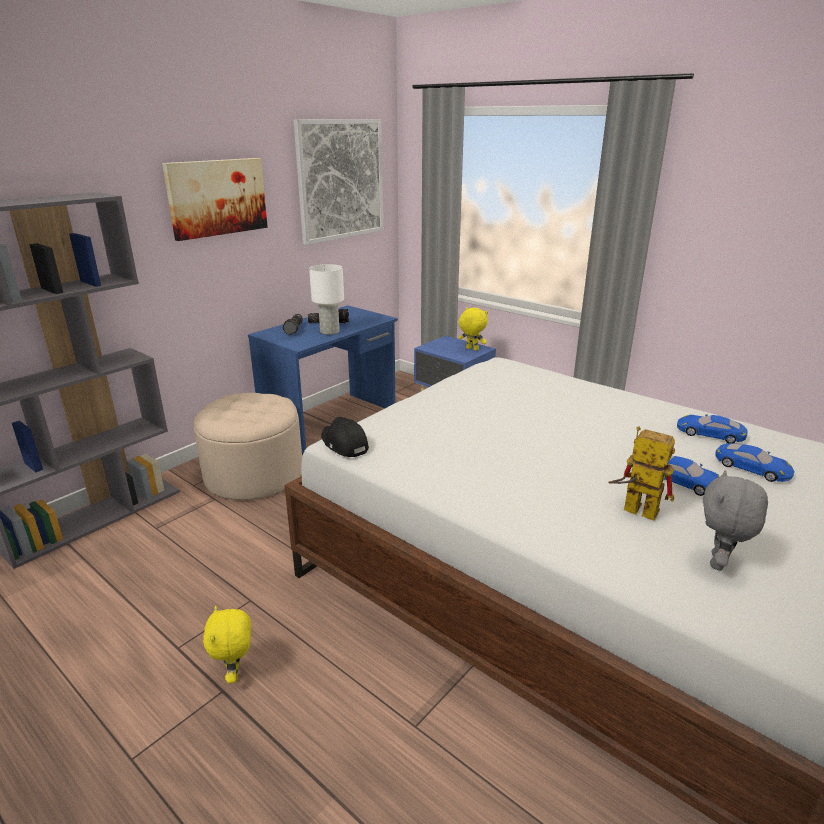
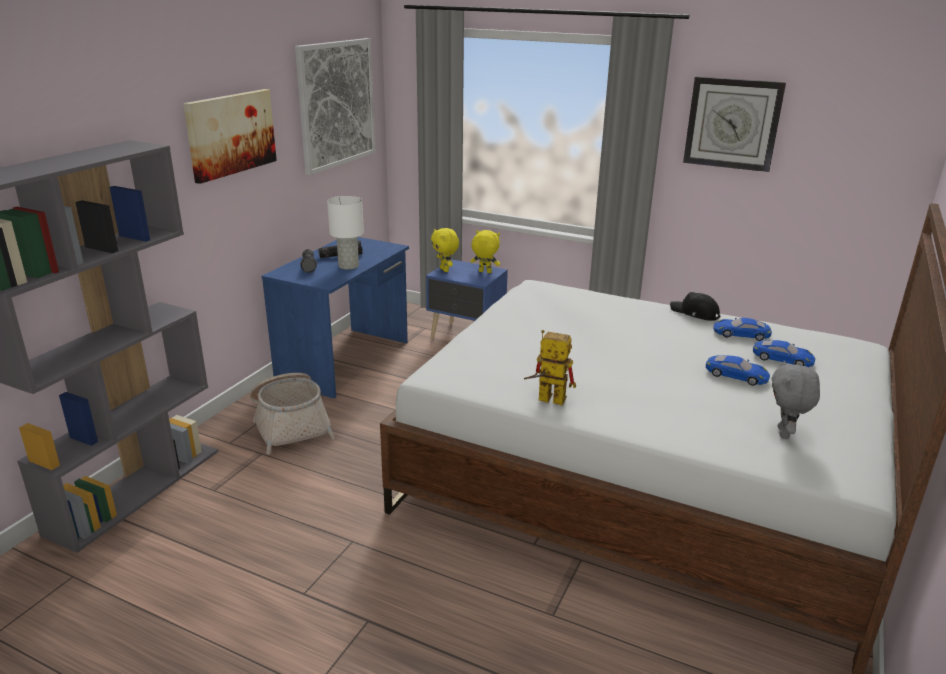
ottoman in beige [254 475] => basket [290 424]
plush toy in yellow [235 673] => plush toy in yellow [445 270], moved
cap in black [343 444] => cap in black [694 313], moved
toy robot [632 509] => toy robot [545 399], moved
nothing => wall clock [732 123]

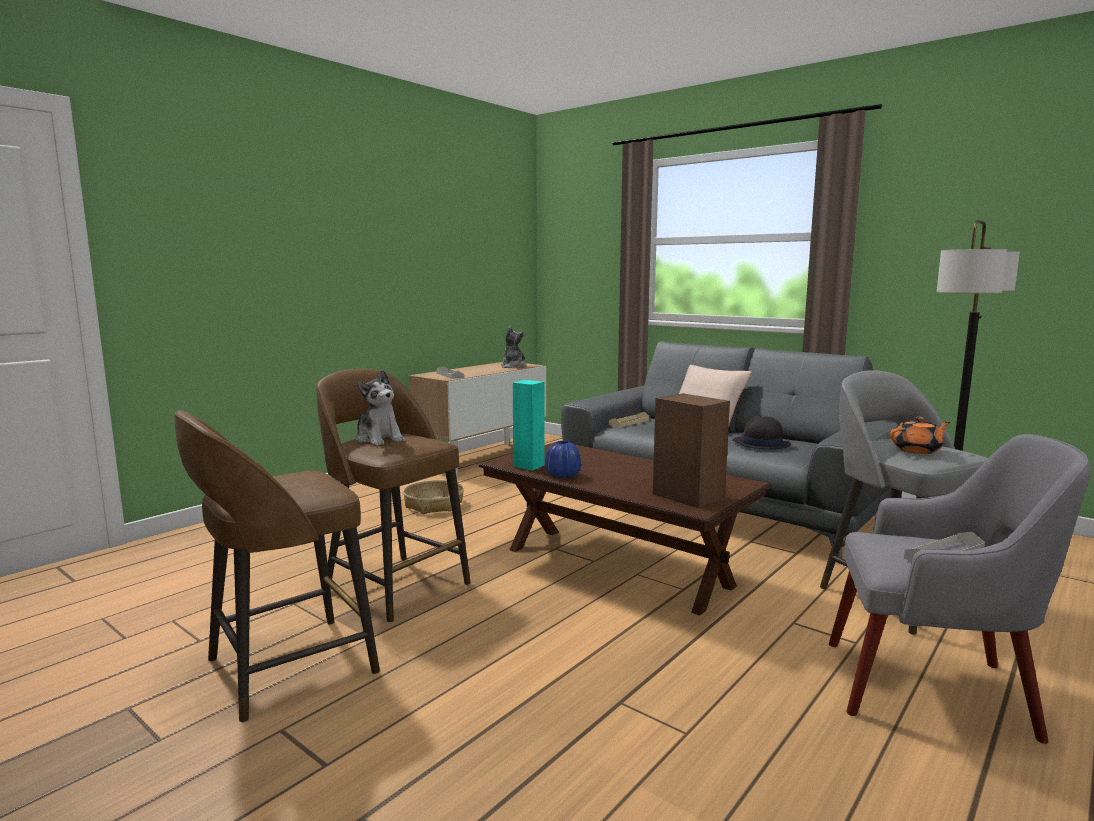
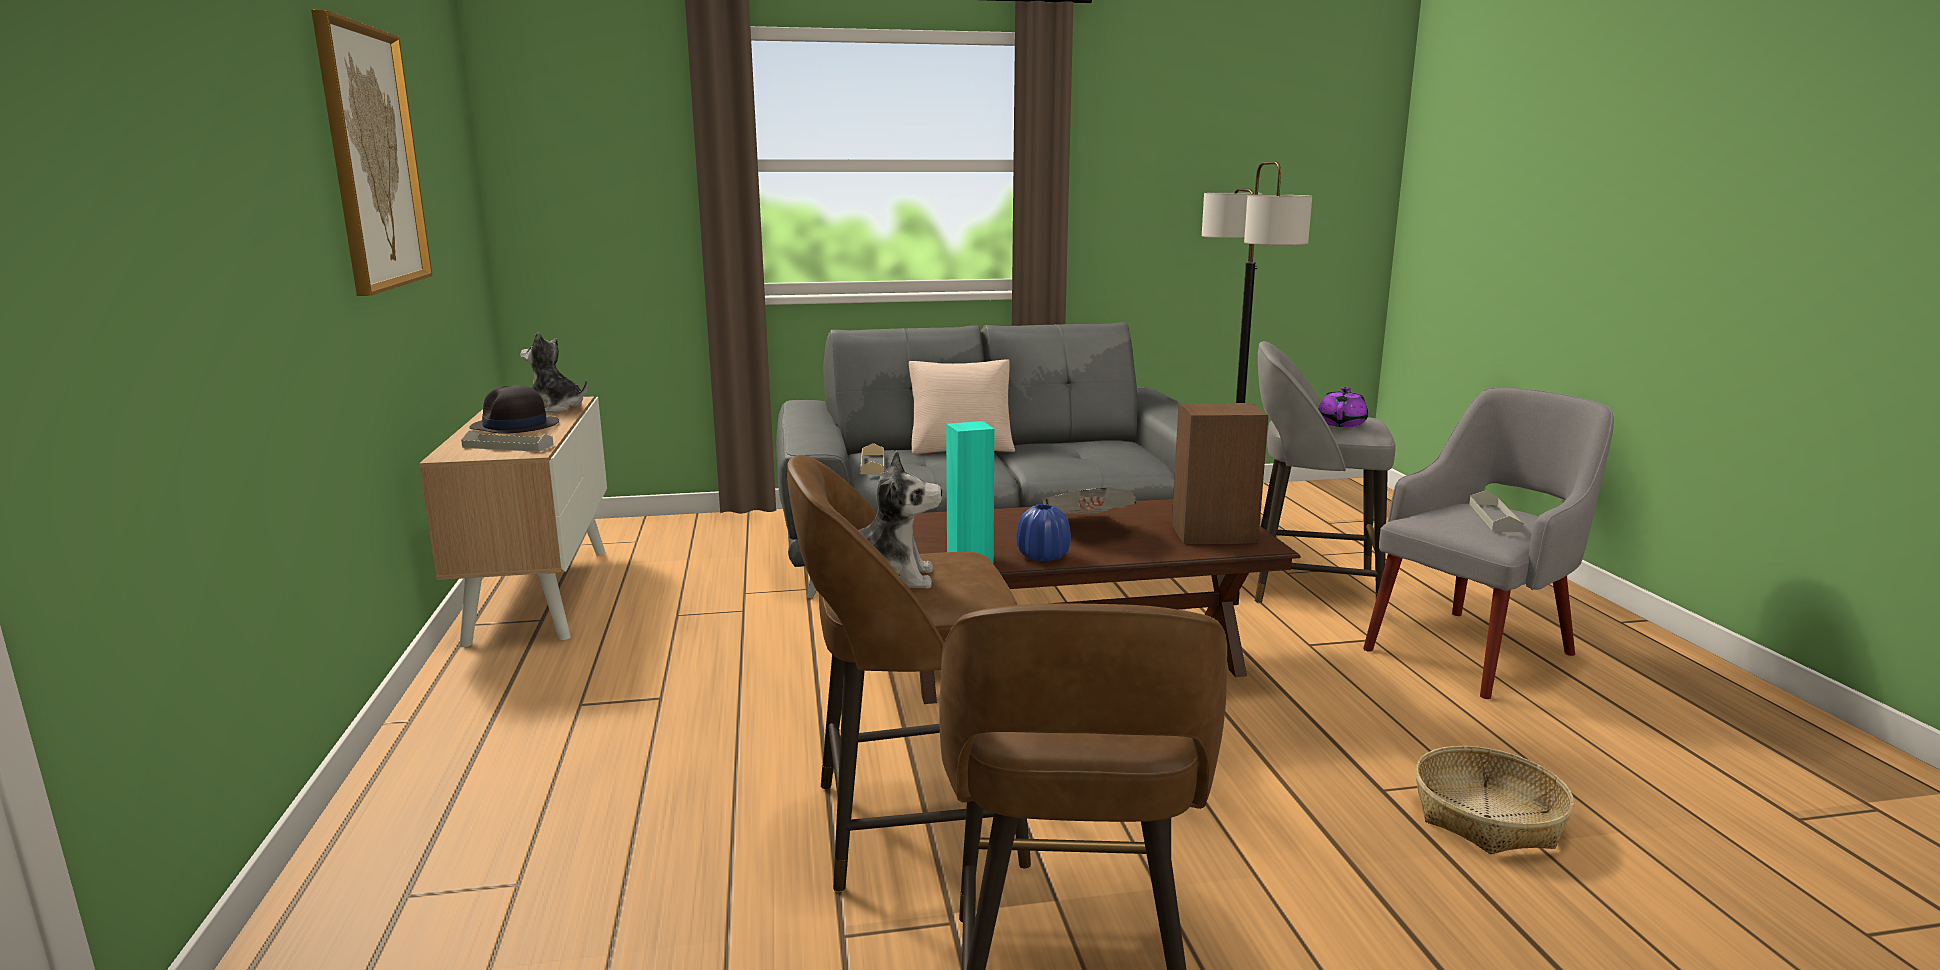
basket [434 505] => basket [1488 817], moved
hat in black [760 444] => hat in black [515 426], moved
teapot in orange [917 450] => teapot in purple [1342 423]
nothing => picture [372 158]
nothing => newspaper [1087 528]

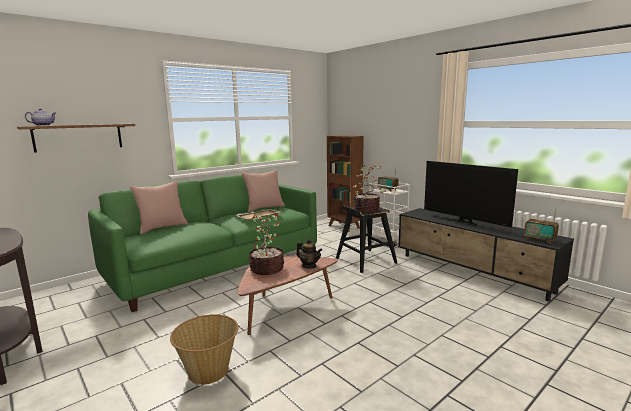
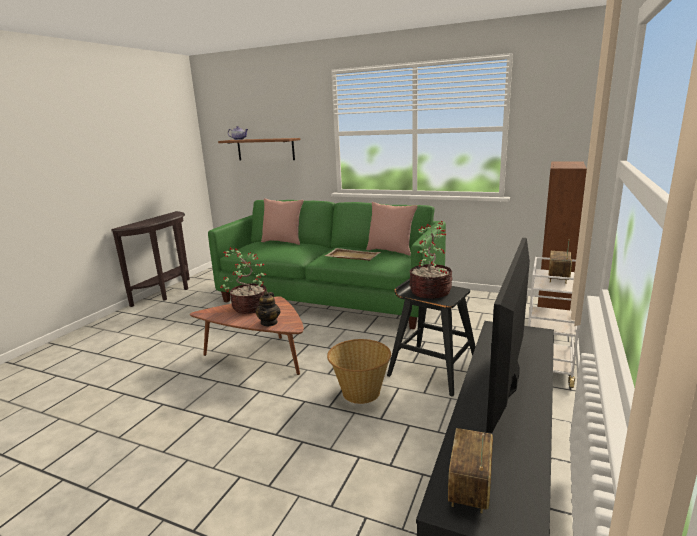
basket [208 371] => basket [360 393], moved

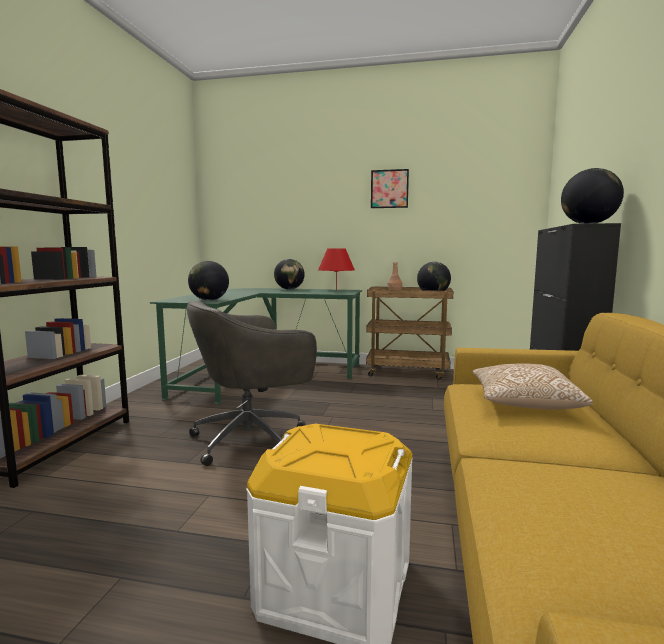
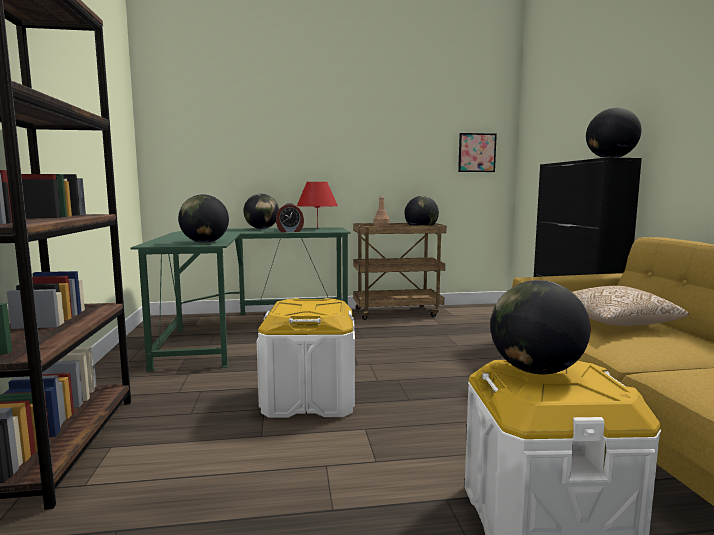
office chair in grey [252 439] => storage box in white [309 399]
picture [389 189] => picture [477 152], moved
nothing => alarm clock [290 231]
nothing => globe [536 371]

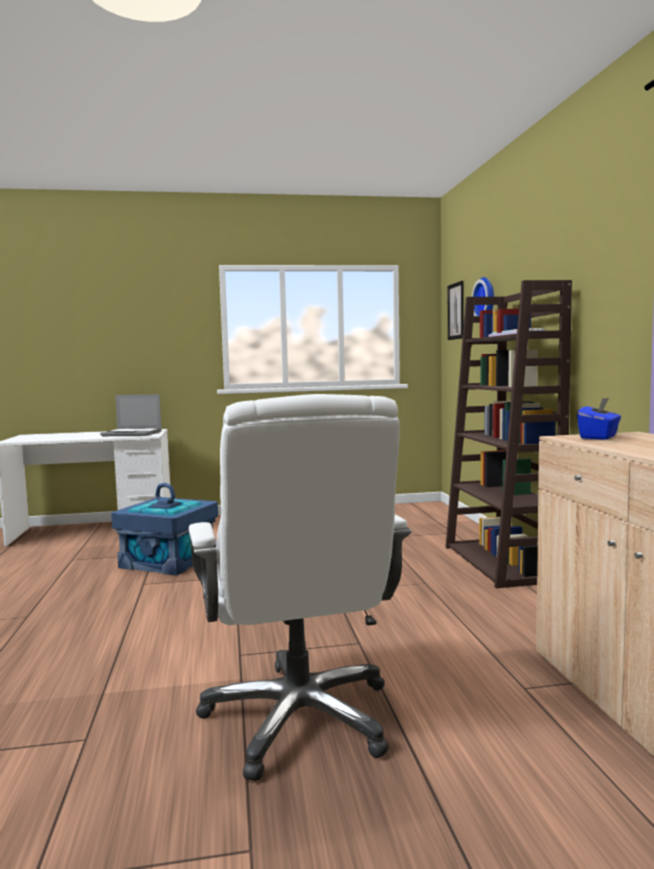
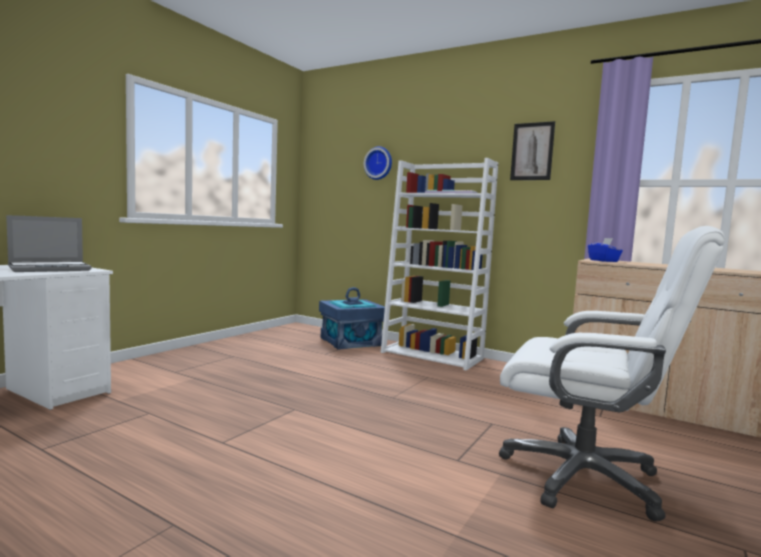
storage box in blue [169 560] => storage box in blue [350 341], moved
bookcase in brown [502 563] => bookcase in white [433 355]
picture [456 311] => picture [532 151], moved

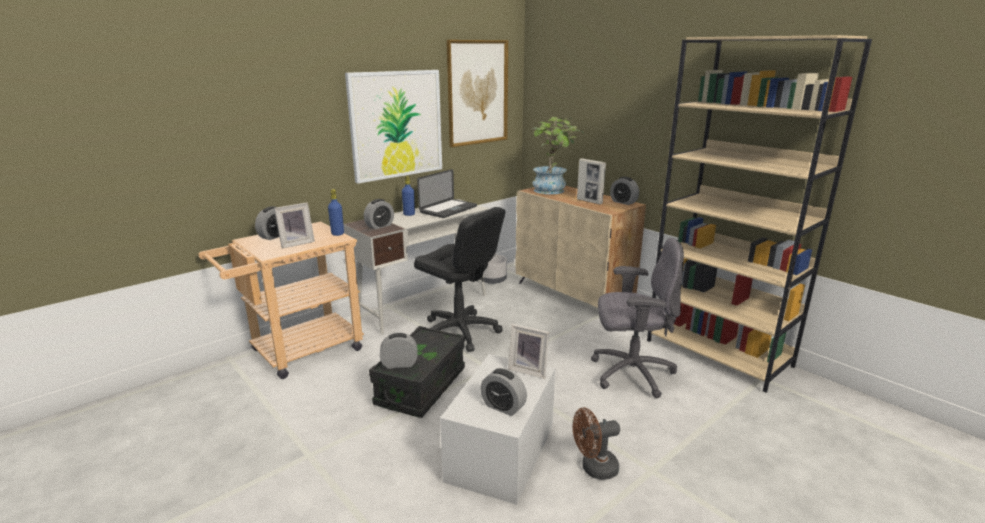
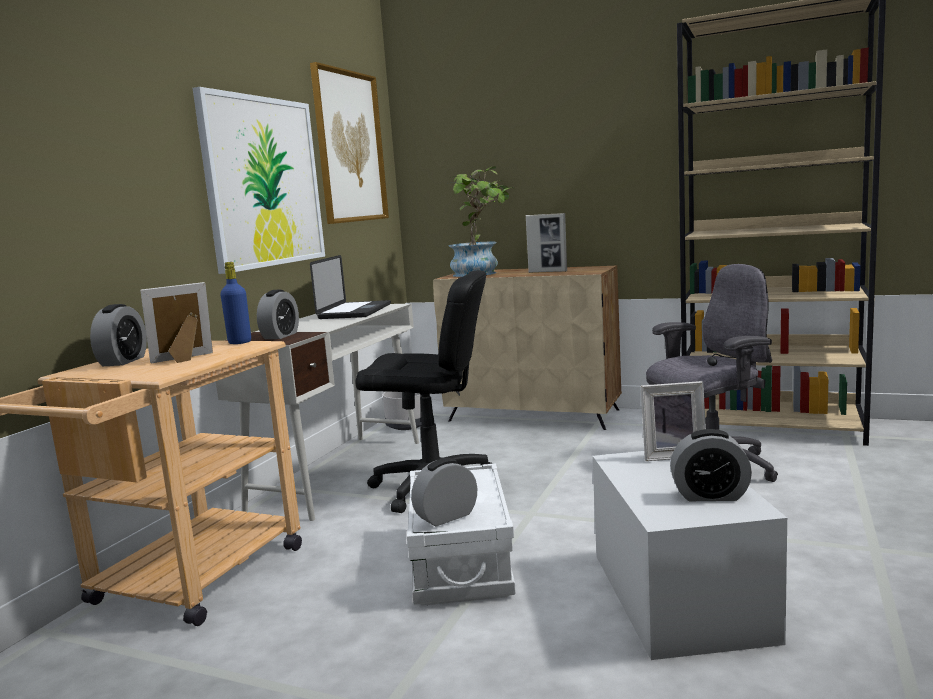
picture frame [296 243] => picture frame [184 359], 150 degrees counterclockwise
storage box in black [421 387] => storage box in white [461 561]
bottle in blue [409 214] => nothing
fan in brown [594 469] => nothing
alarm clock [623 202] => nothing

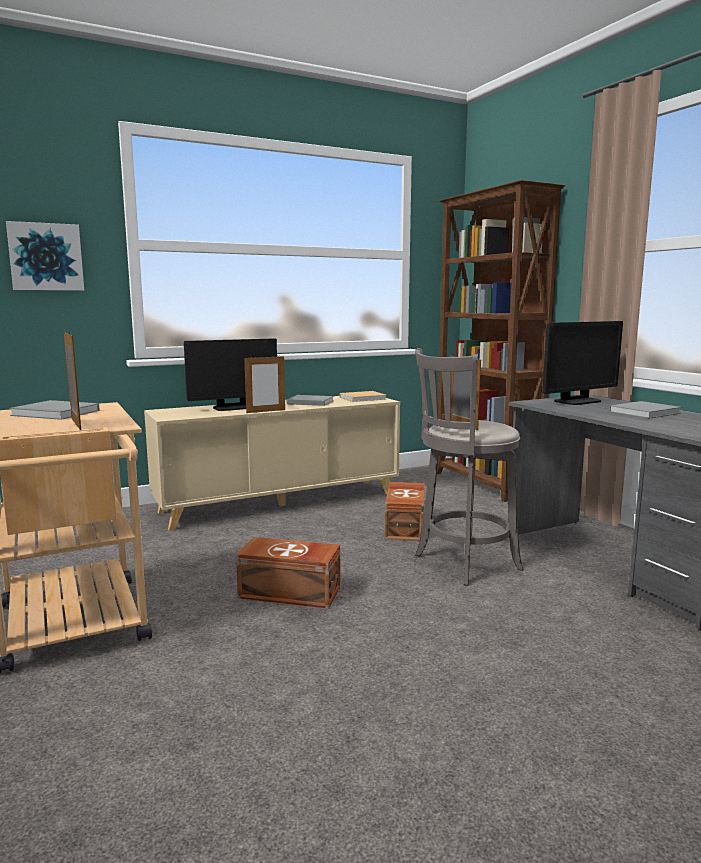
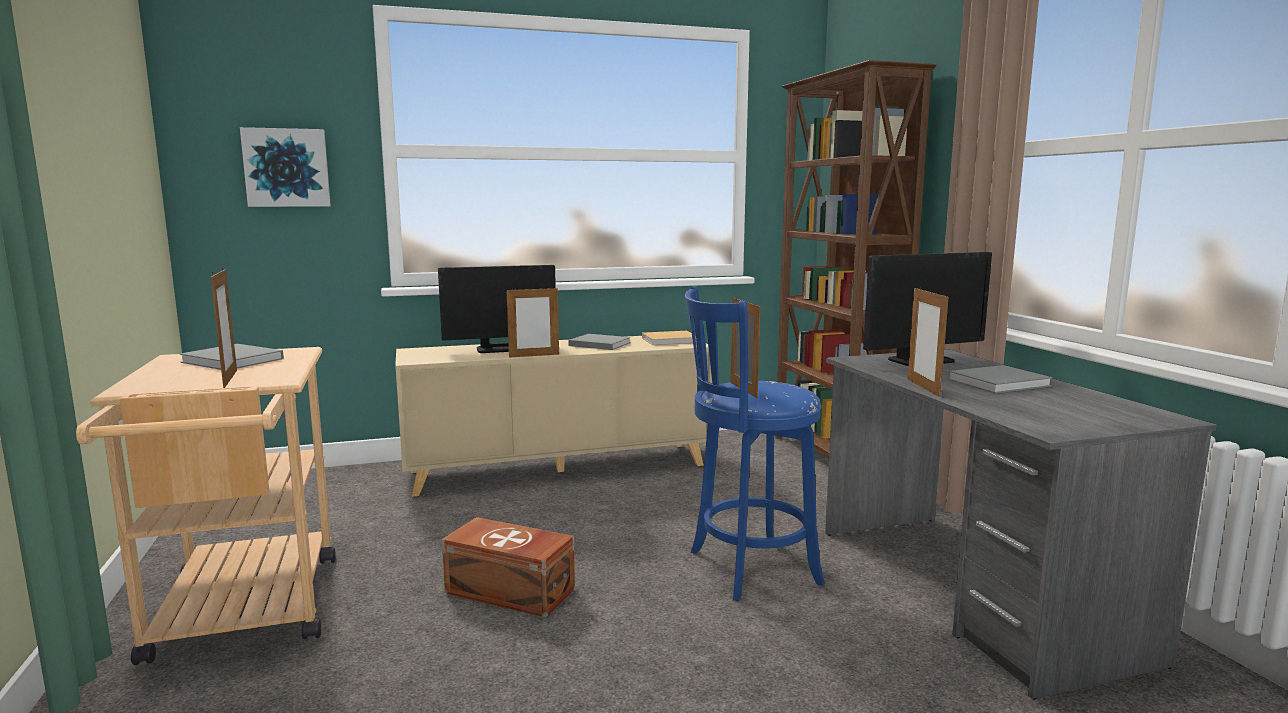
storage box in brown [406 526] => nothing
stool in grey [463 563] => stool in blue [747 568]
nothing => picture frame [923 387]

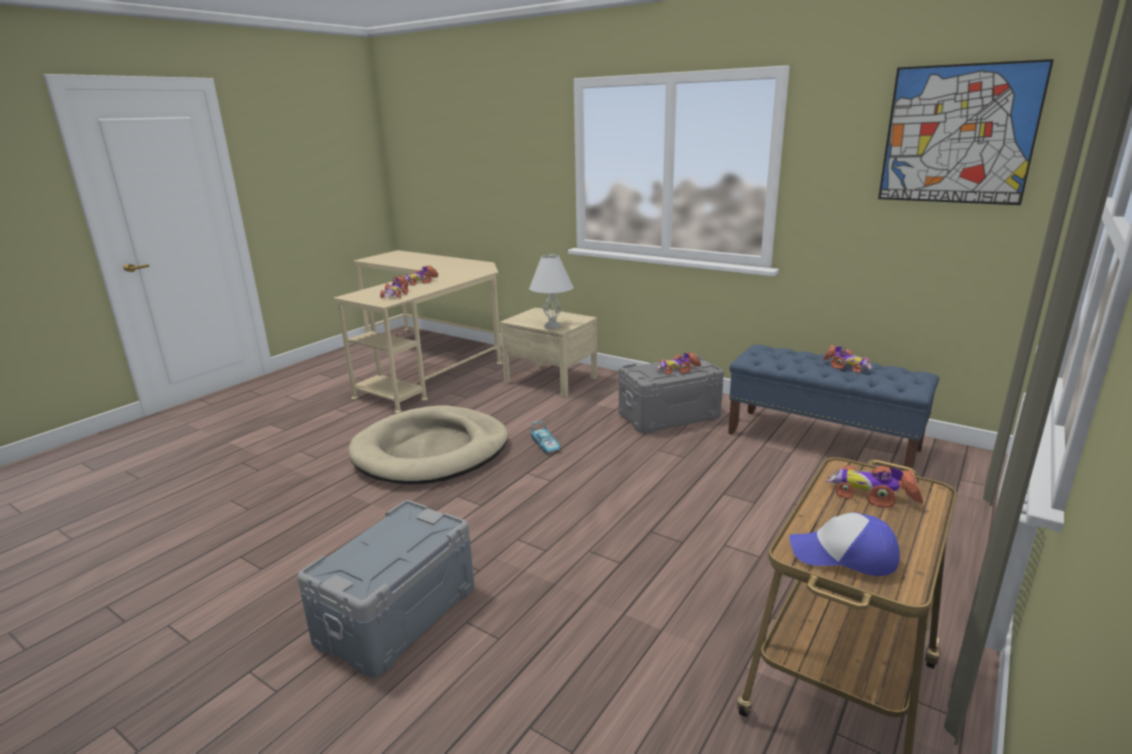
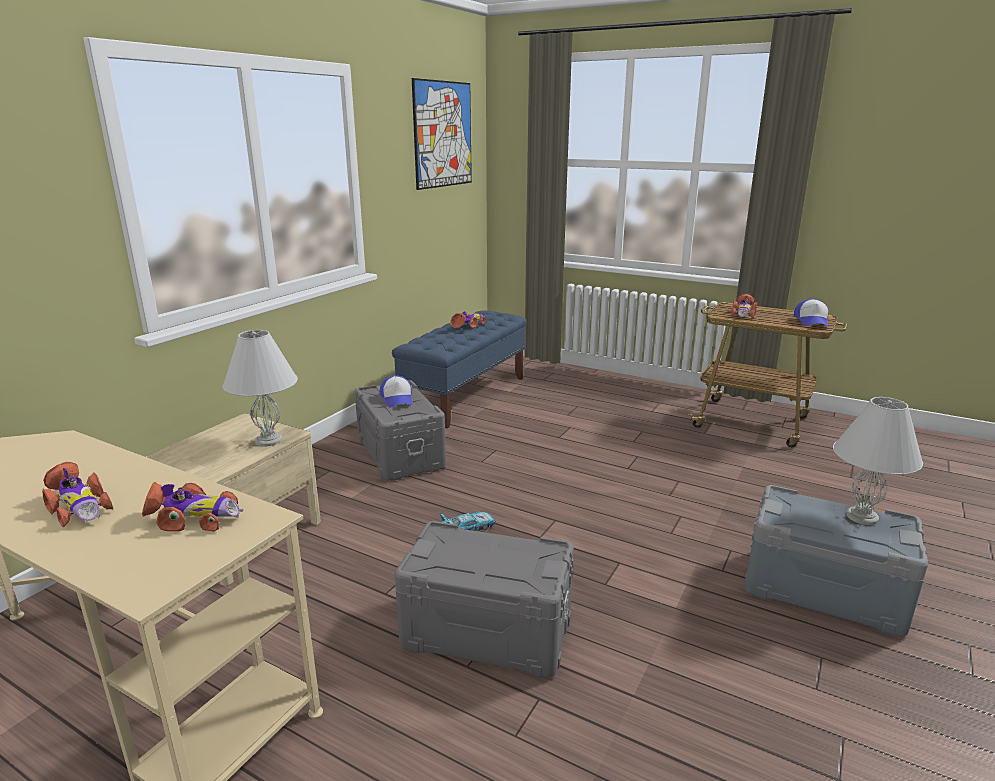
dog bed in beige [431 451] => storage box in grey [487 629]
toy car [677 369] => cap [397 399]
nothing => table lamp in white [862 517]

